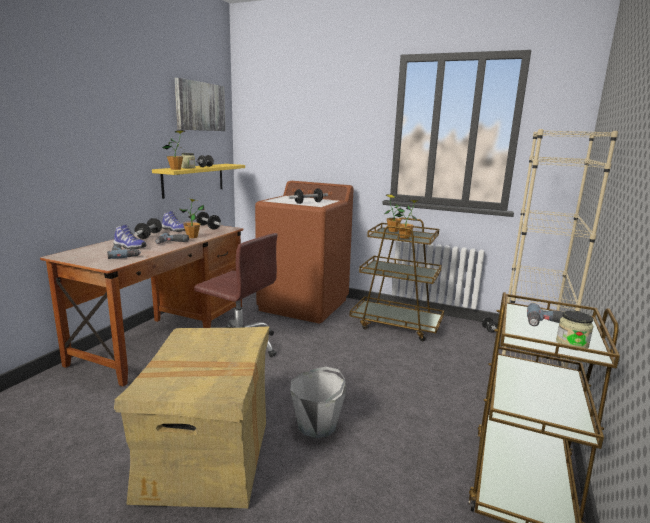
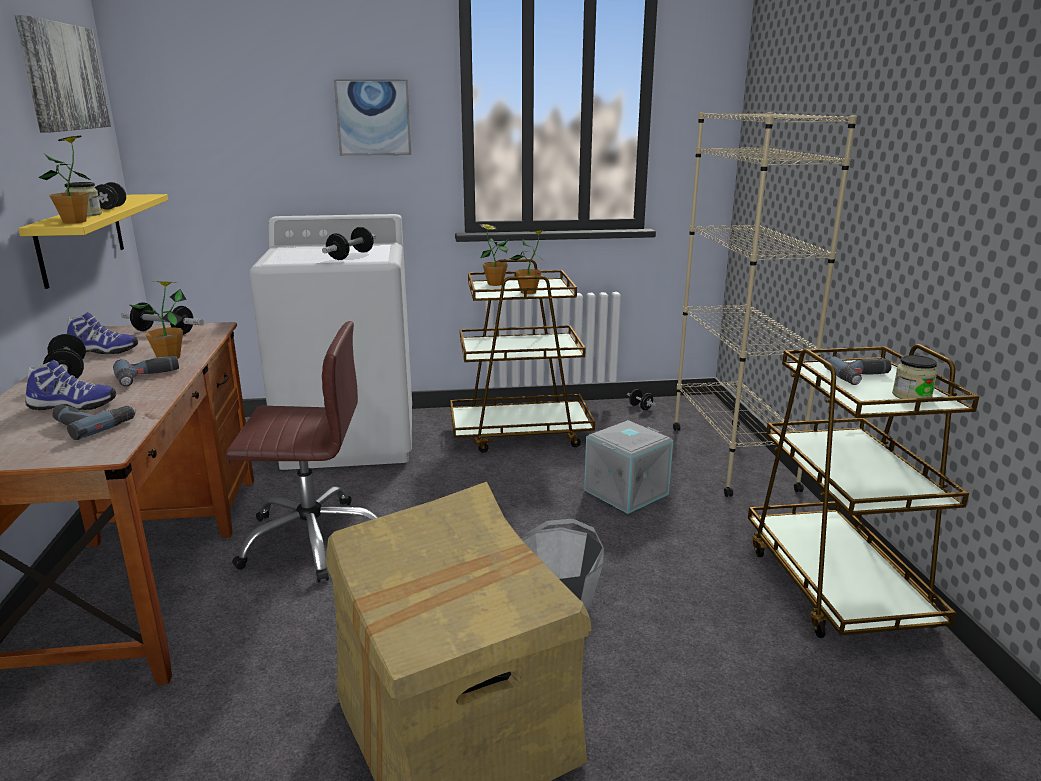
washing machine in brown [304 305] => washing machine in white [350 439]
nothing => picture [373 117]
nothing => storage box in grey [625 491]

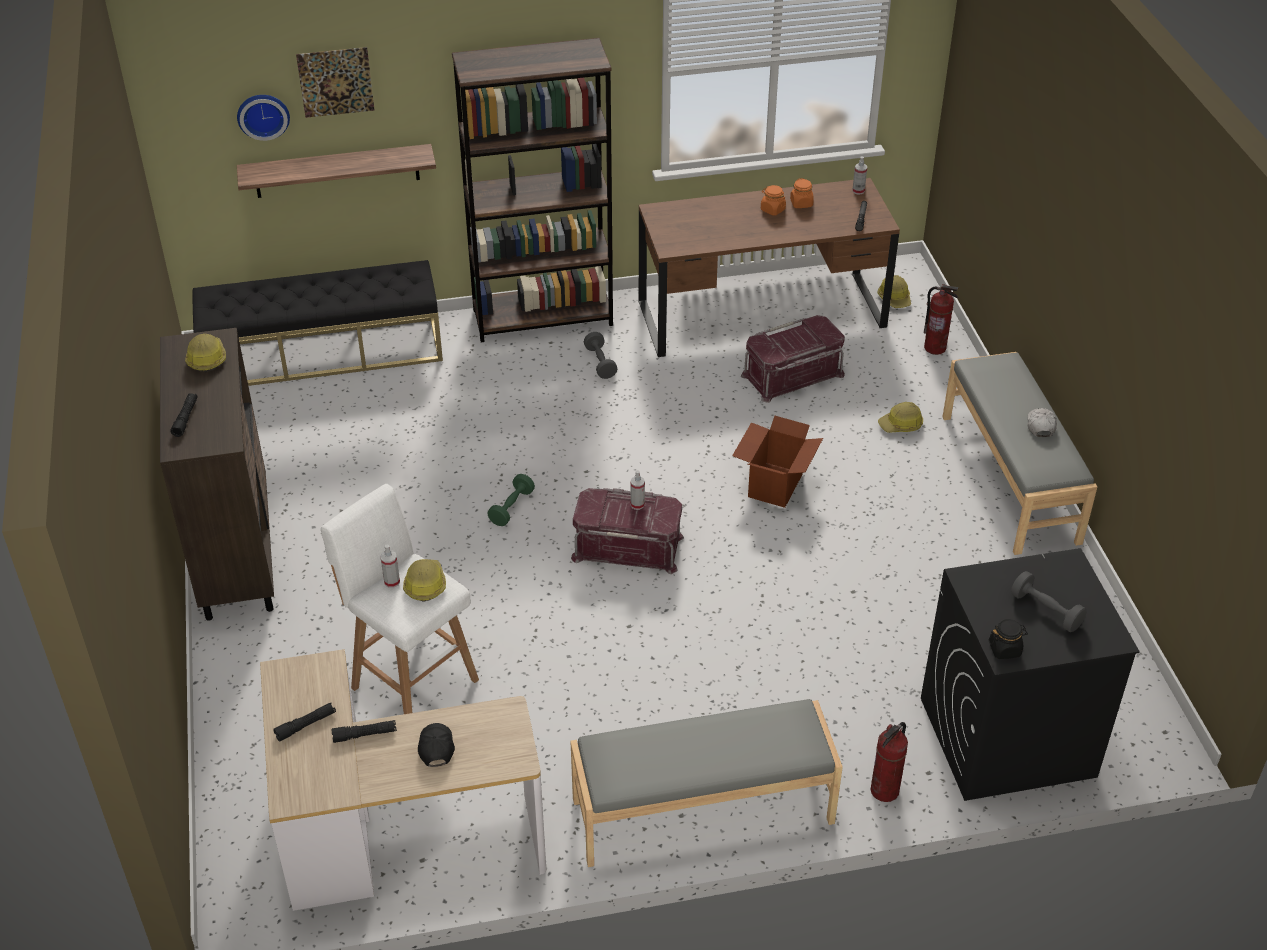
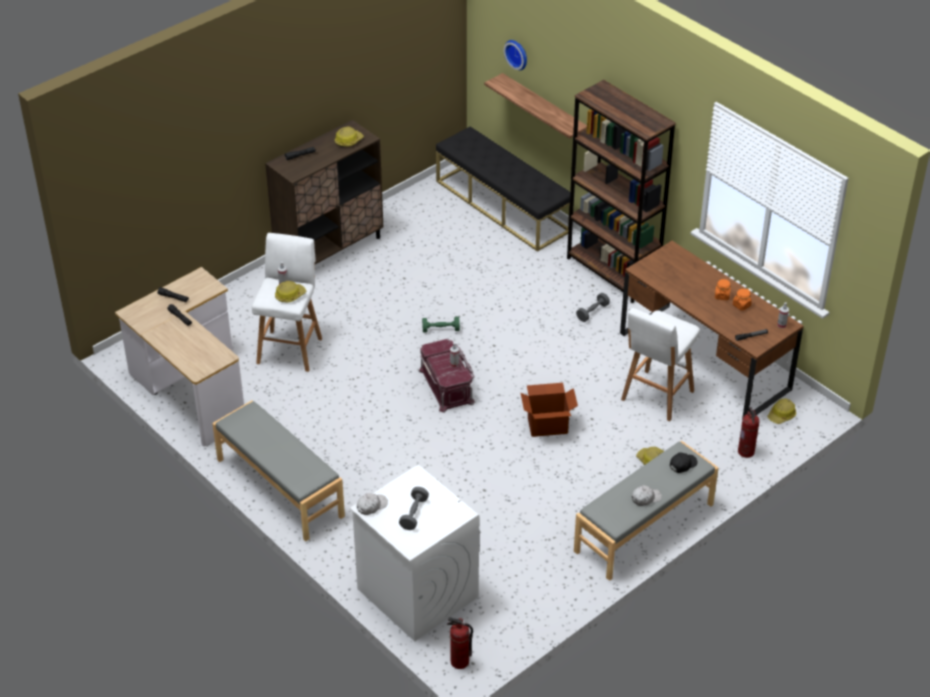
picture [335 82] => nothing
cap in black [436 748] => cap in black [682 464], moved
storage box in red [793 376] => stool in white [656 397]
fire extinguisher [885 791] => fire extinguisher [459 662], moved
washing machine in black [1006 738] => washing machine in white [416 592]
jar in black [1005 649] => cap in white [371 506]

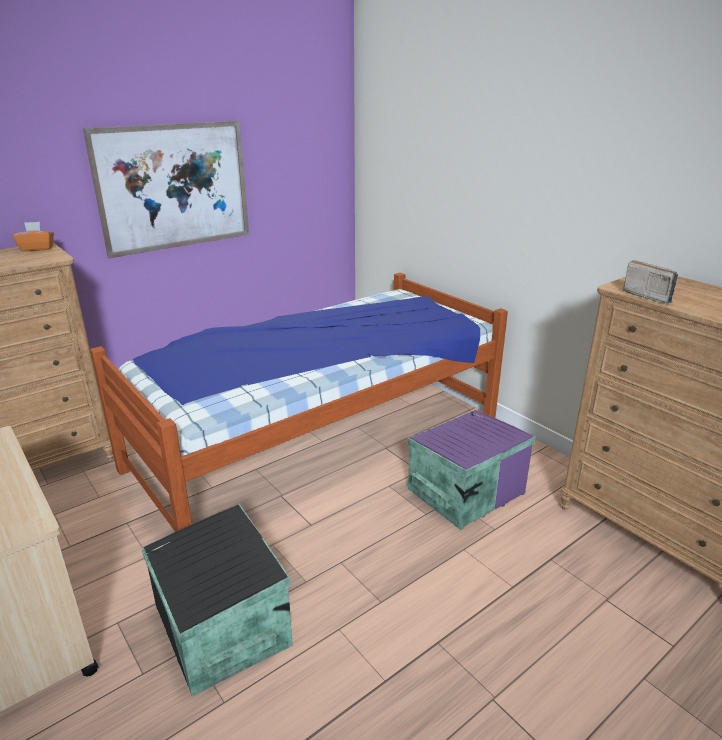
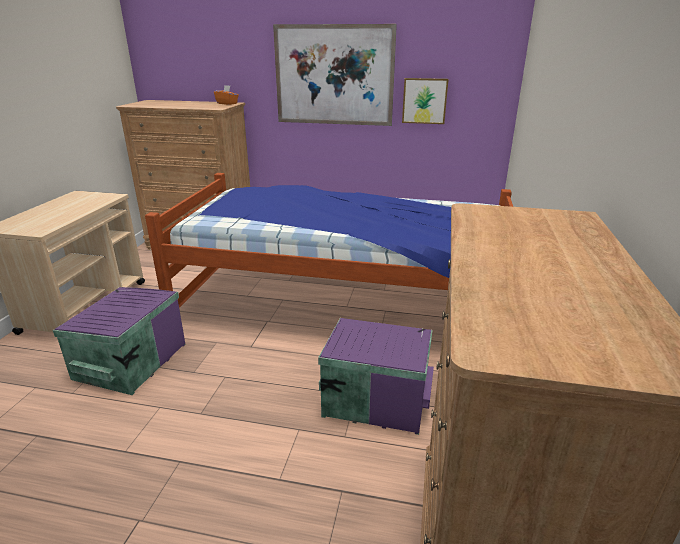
storage box in black [220 627] => storage box in purple [129 361]
radio [649 295] => nothing
nothing => picture [424 100]

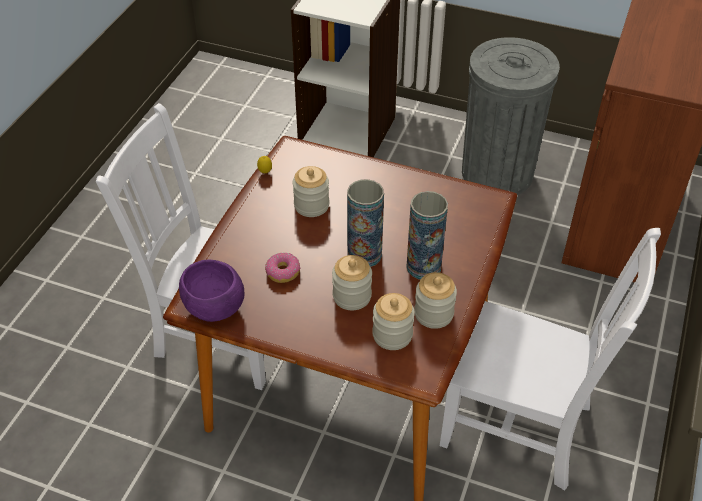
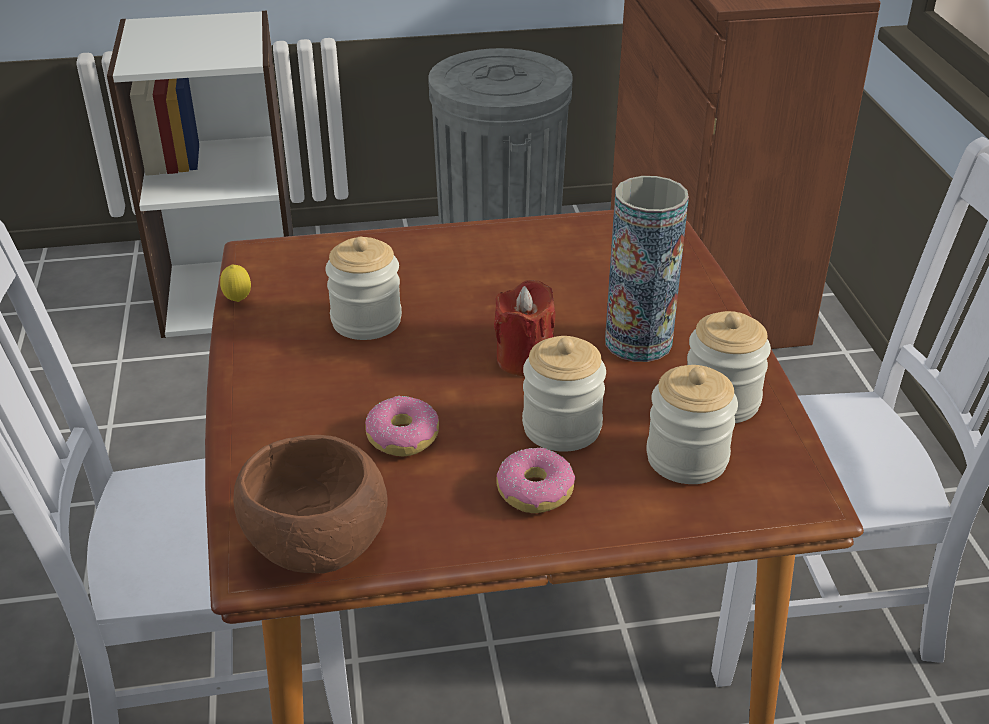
bowl in purple [215 309] => bowl in brown [320 549]
vase [364 255] => candle in red [525 359]
nothing => donut [534 491]

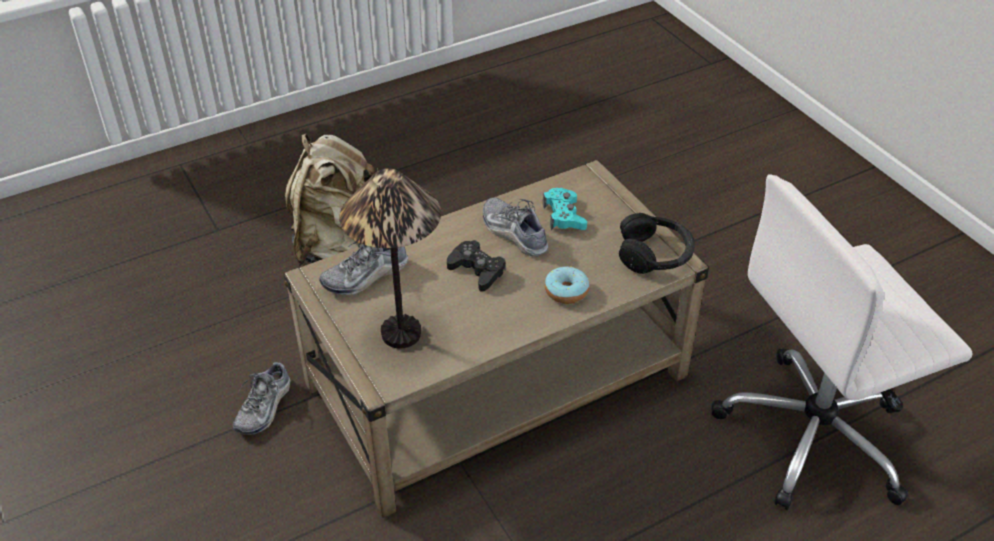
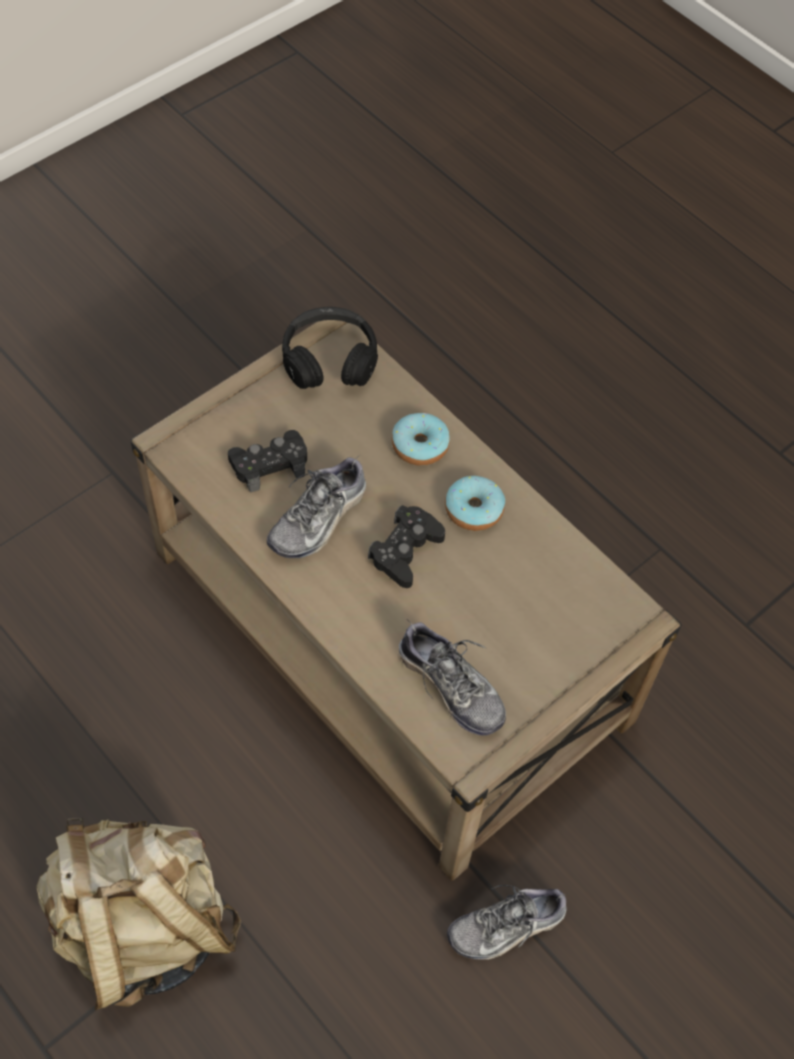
shoe [264 407] => shoe [506 926], 150 degrees clockwise
table lamp [400 334] => nothing
game controller in turquoise [564 216] => game controller in black [269 465]
office chair in white [816 435] => nothing
nothing => donut [474 509]

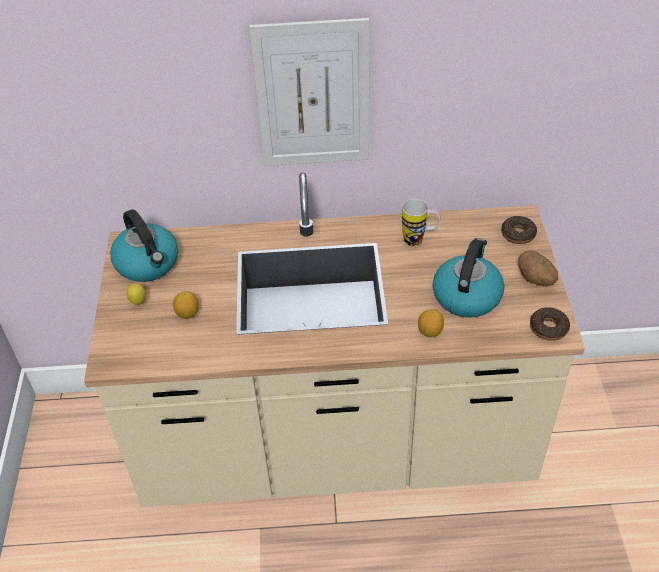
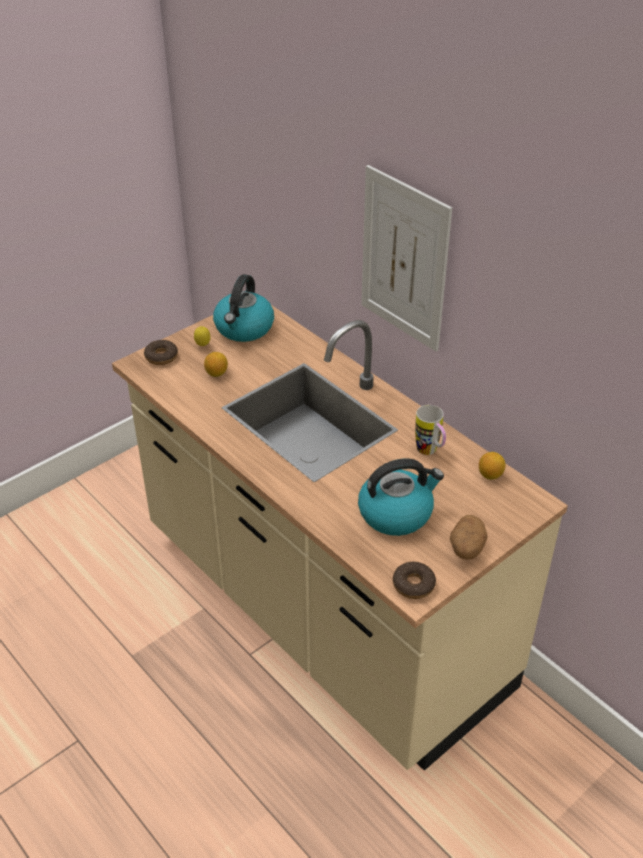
lemon [430 331] => lemon [490 475], moved
donut [518 234] => donut [161 357], moved

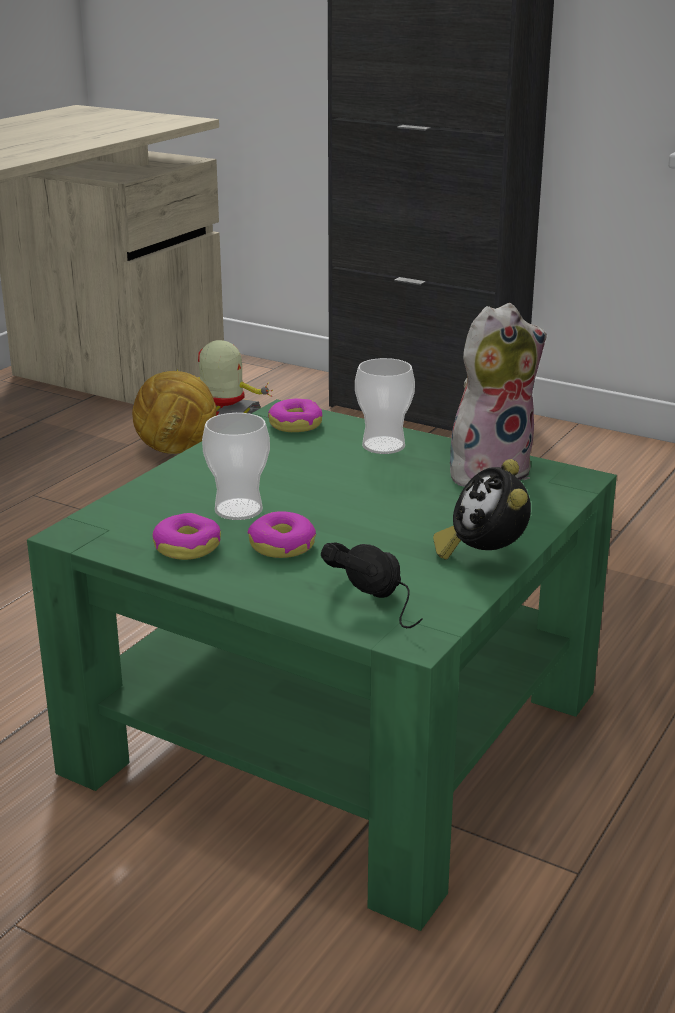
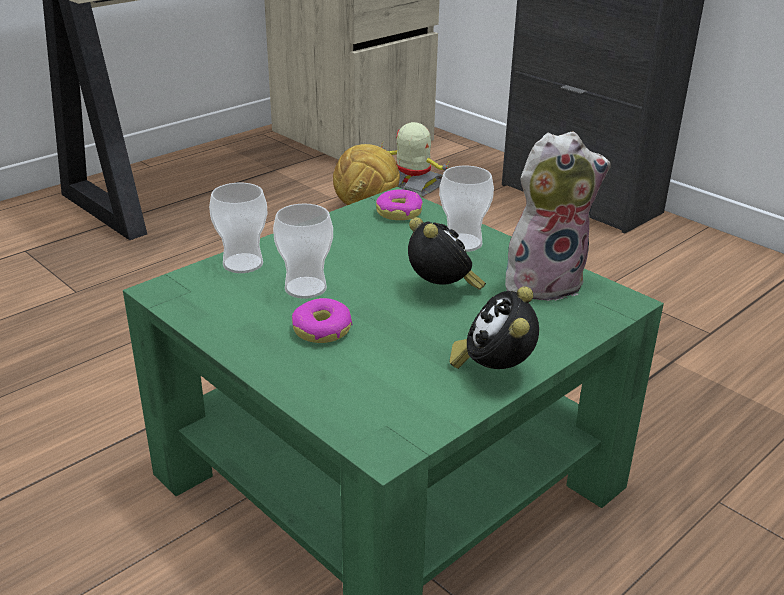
donut [187 547] => nothing
headphones in black [384 600] => nothing
nothing => cup [243 263]
nothing => alarm clock [442 291]

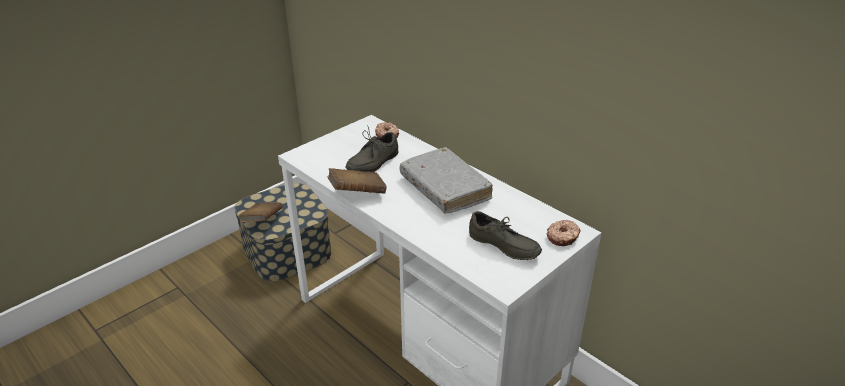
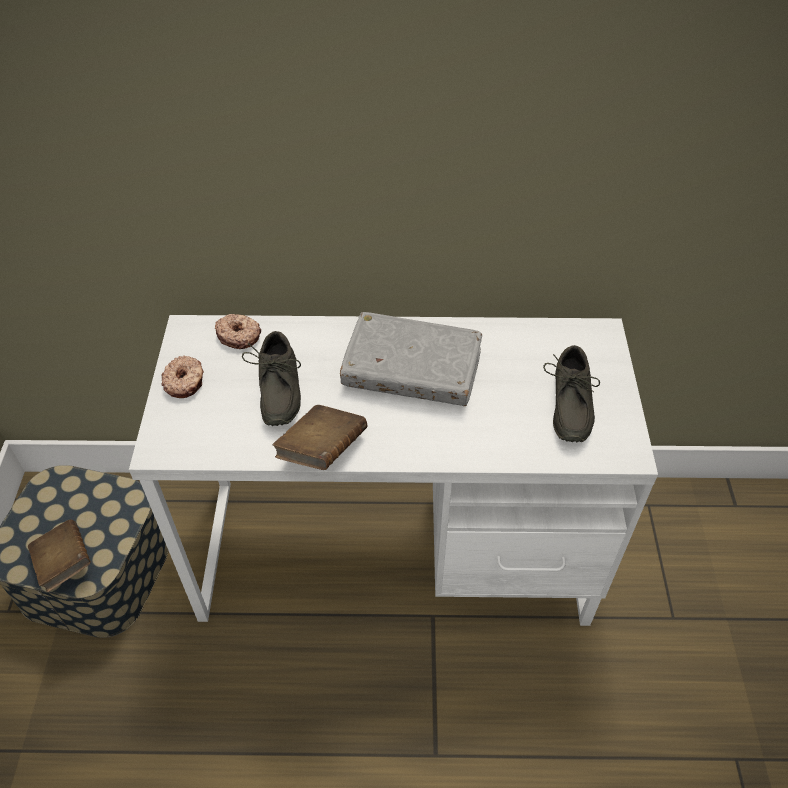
shoe in grey [502 247] => shoe in grey [566 406], 105 degrees clockwise
donut [563 237] => donut [185 382], moved

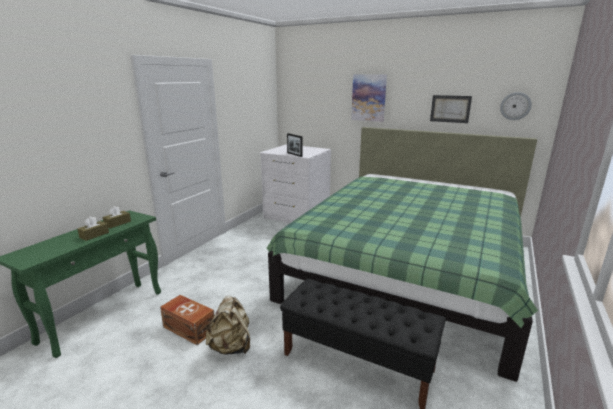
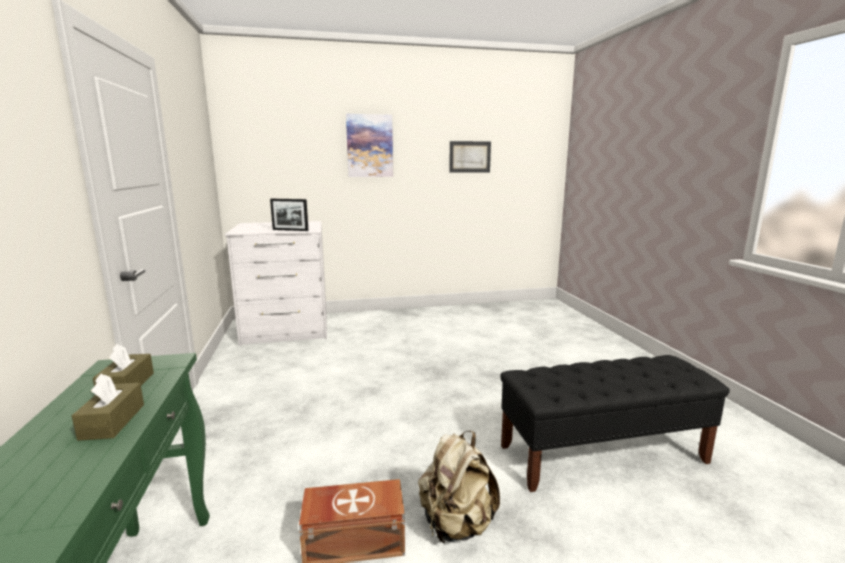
bed in green [407 270] => nothing
wall clock [515 106] => nothing

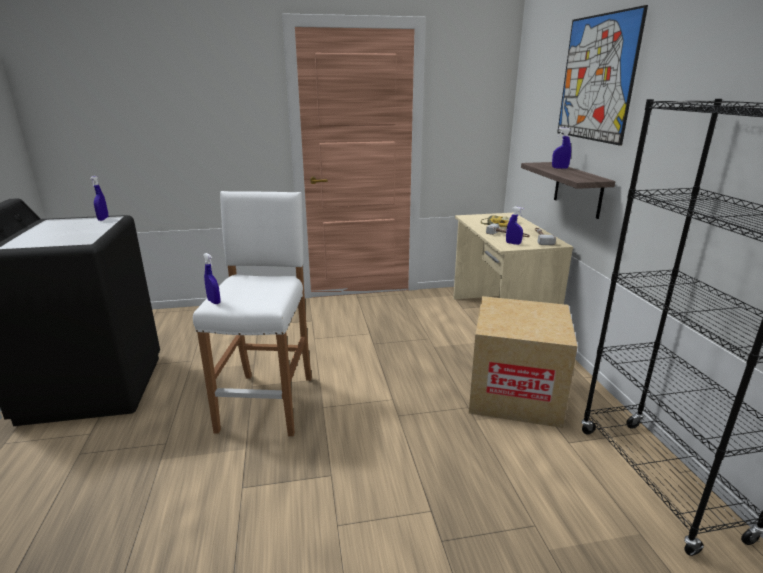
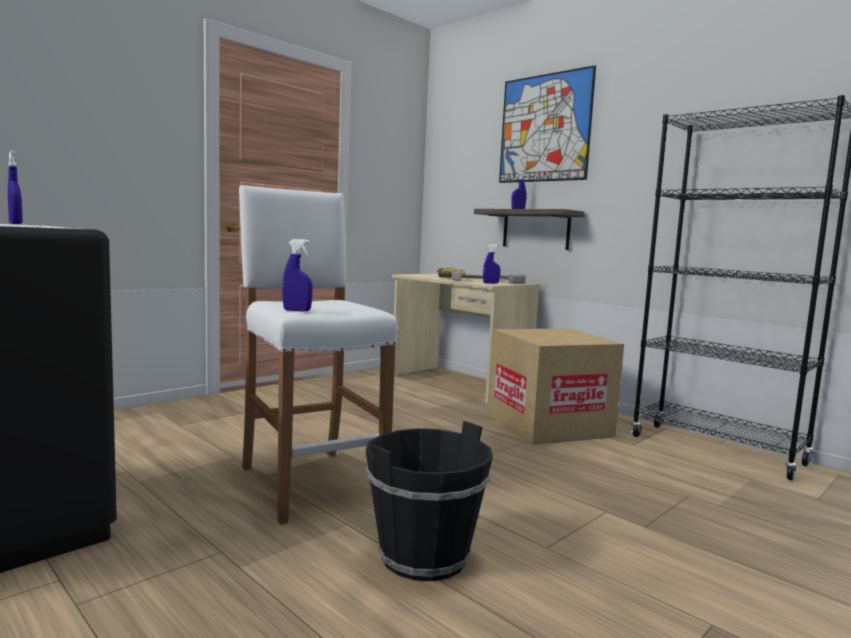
nothing => bucket in black [423 556]

